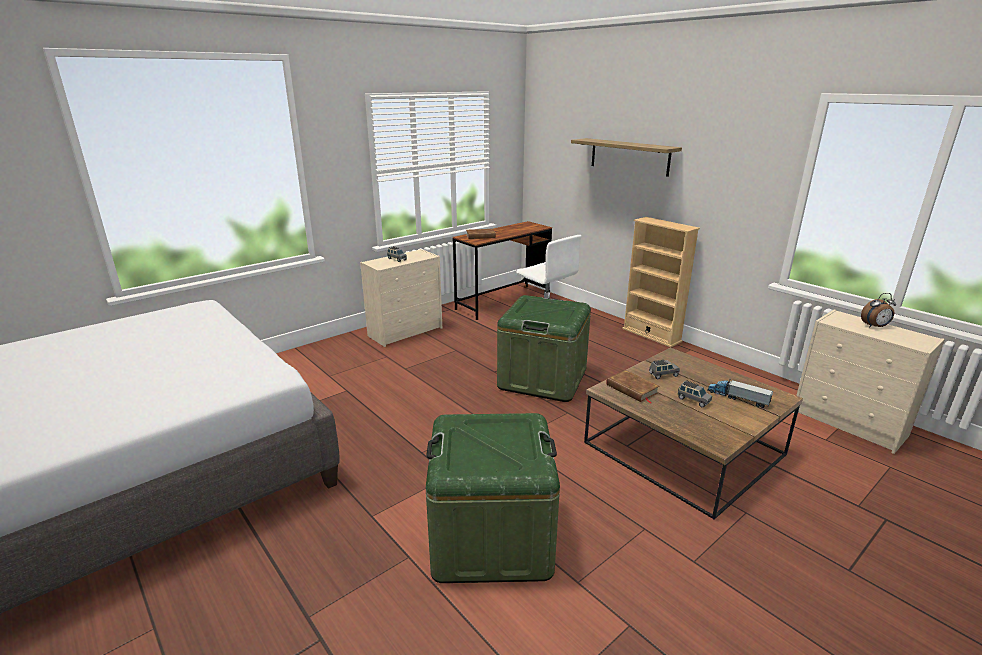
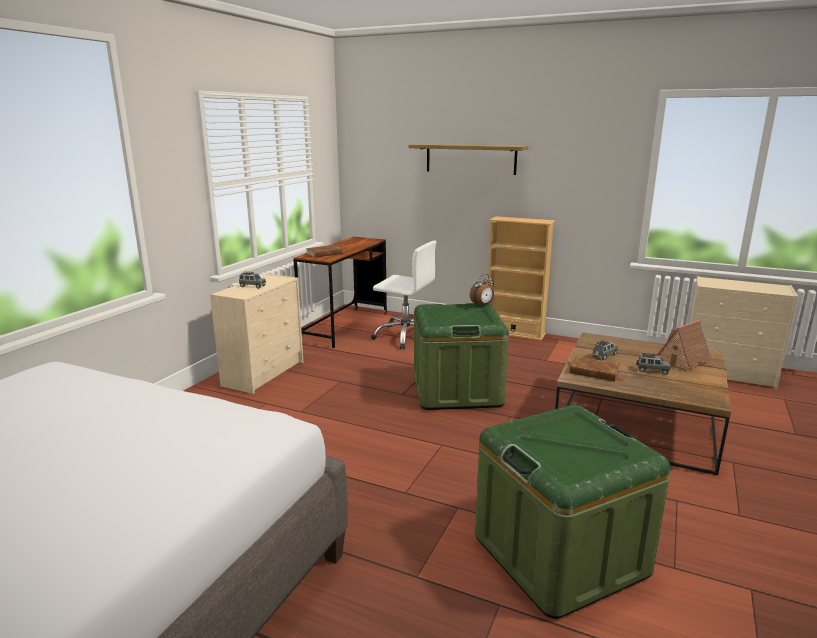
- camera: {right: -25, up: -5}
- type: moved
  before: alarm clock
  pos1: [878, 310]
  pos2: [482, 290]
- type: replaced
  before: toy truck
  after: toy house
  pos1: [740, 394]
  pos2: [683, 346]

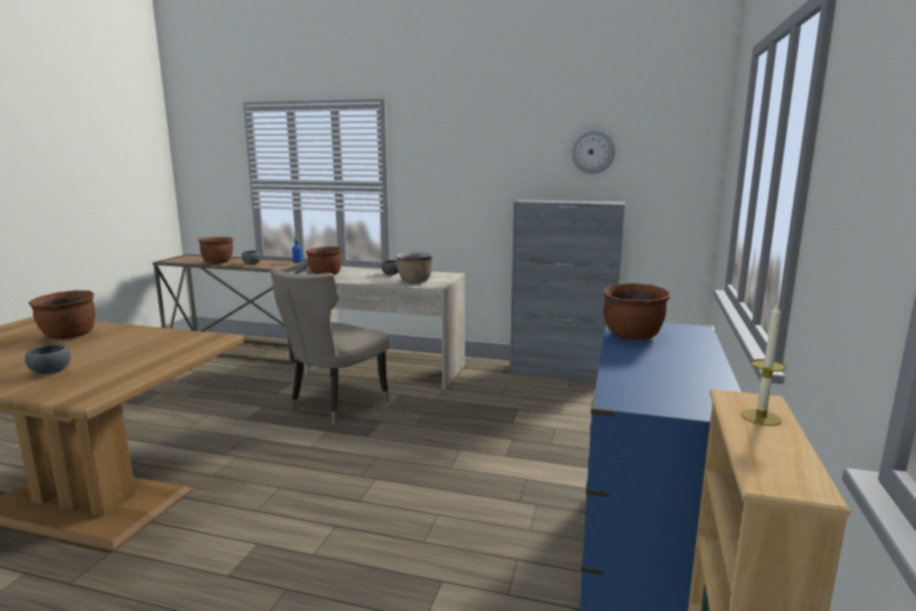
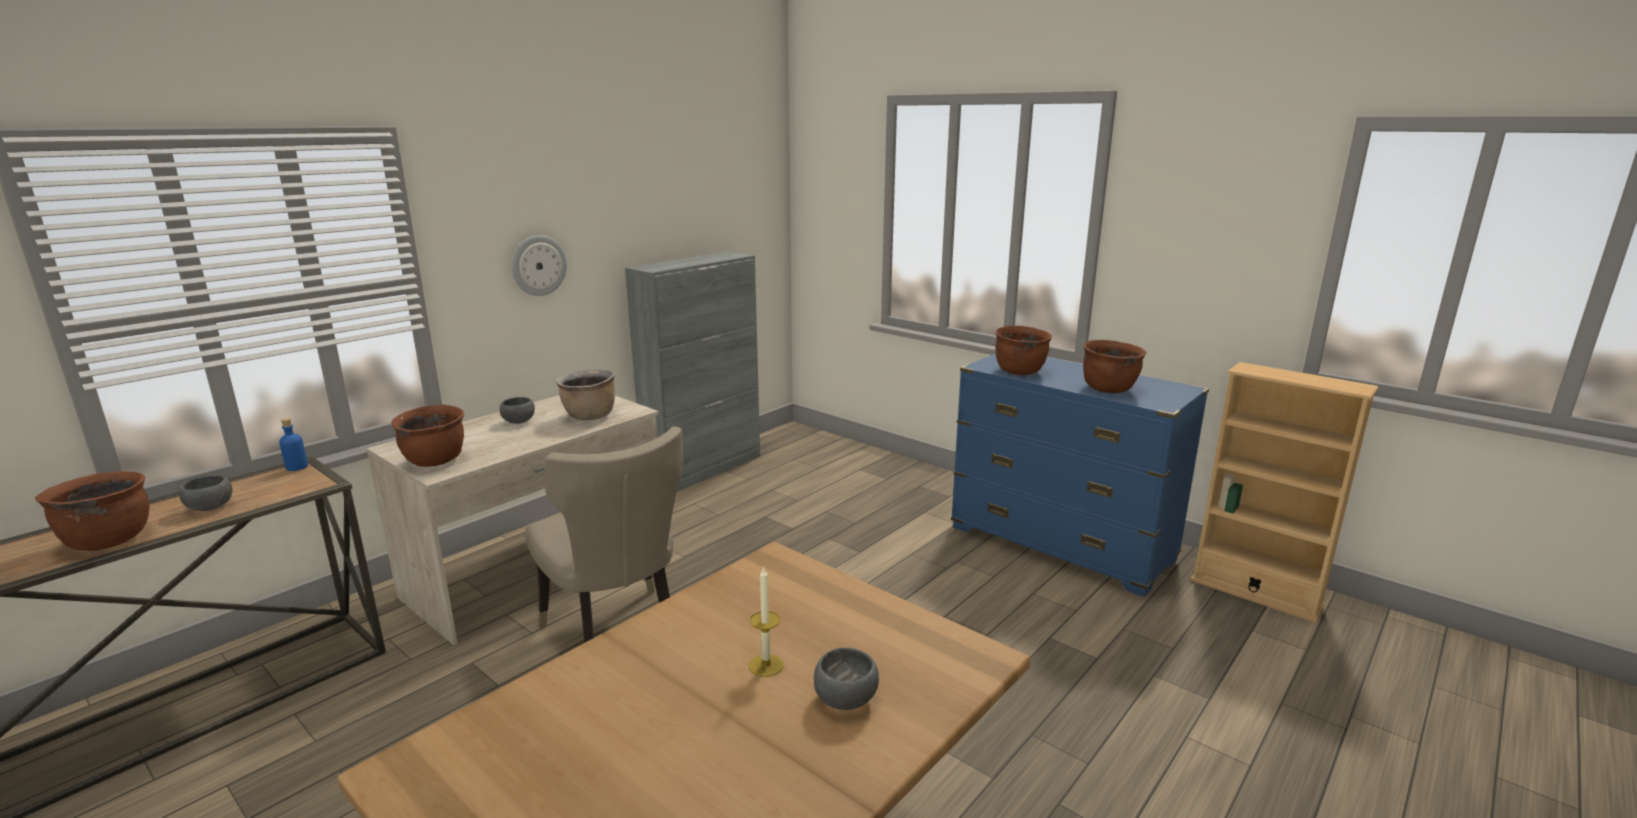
- camera: {right: -65, up: 5}
- type: moved
  before: wall clock
  pos1: [593, 152]
  pos2: [539, 265]
- type: moved
  before: candle
  pos1: [764, 364]
  pos2: [766, 621]
- type: moved
  before: cooking pot (brown)
  pos1: [61, 314]
  pos2: [1114, 366]

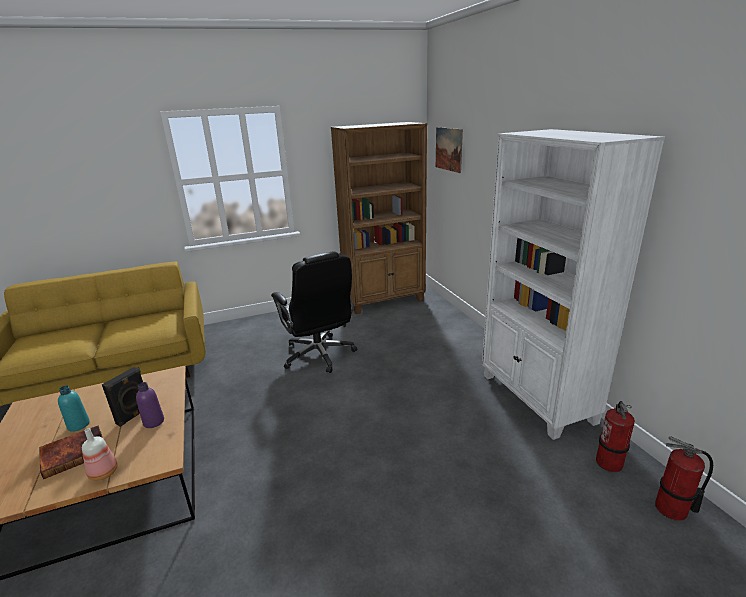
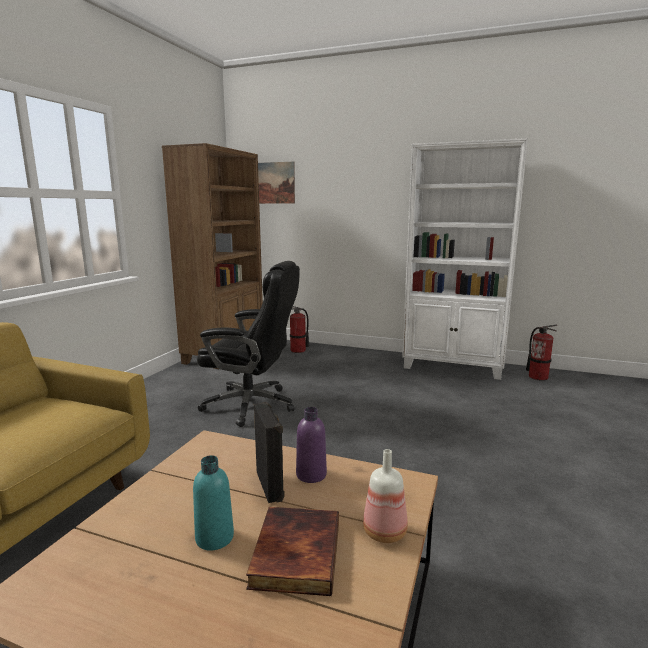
- camera: {right: -50, up: -10}
- type: moved
  before: fire extinguisher
  pos1: [684, 478]
  pos2: [299, 329]

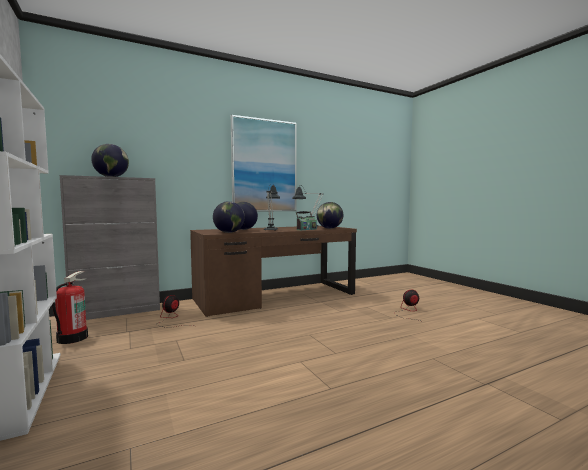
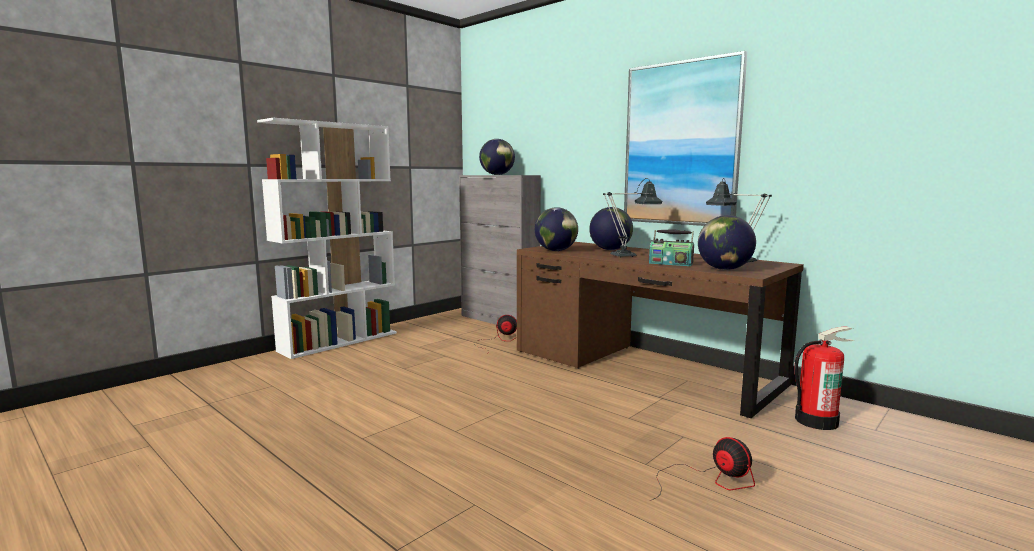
- camera: {right: 70, up: 5}
- type: moved
  before: fire extinguisher
  pos1: [70, 307]
  pos2: [824, 378]

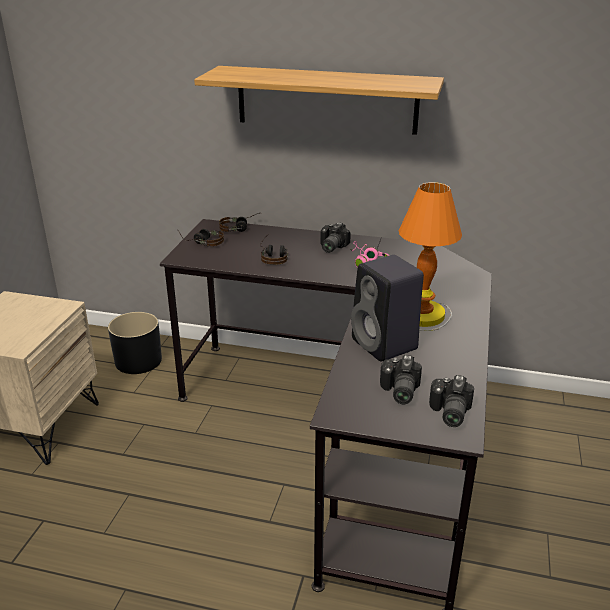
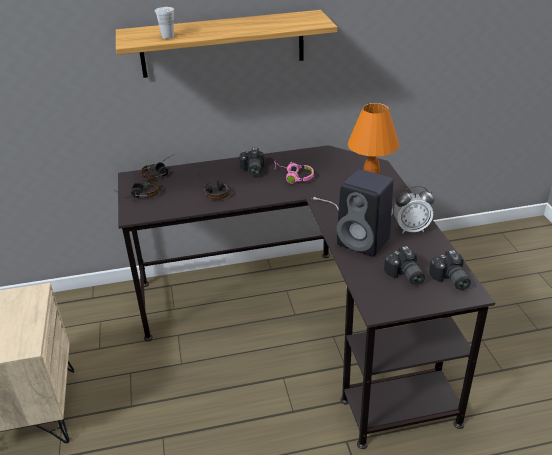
- camera: {right: -25, up: 5}
- type: added
  after: cup (white)
  pos2: [164, 23]
- type: added
  after: alarm clock
  pos2: [414, 210]
- type: removed
  before: planter (black)
  pos1: [135, 343]

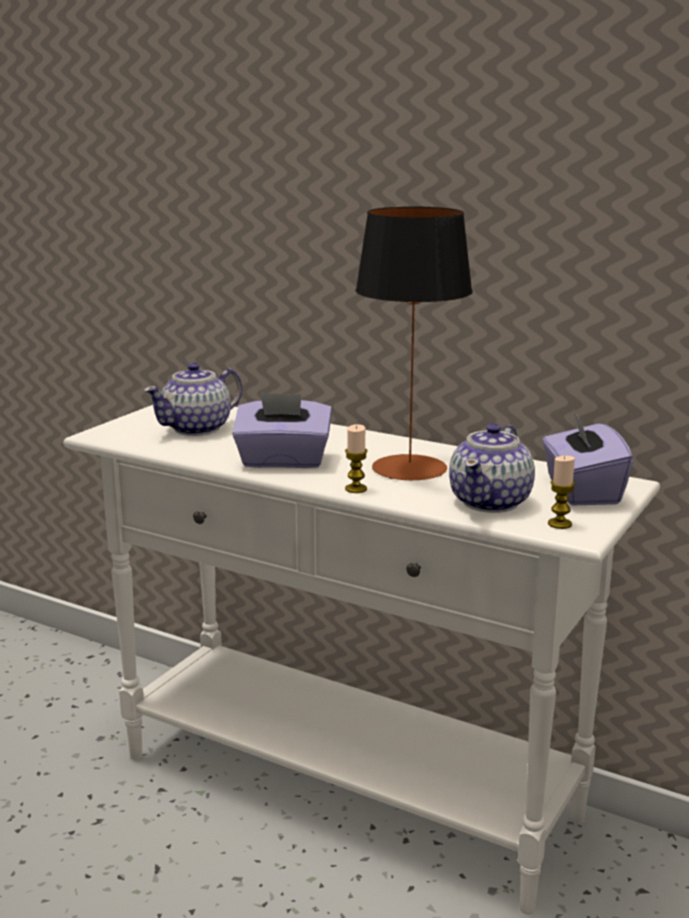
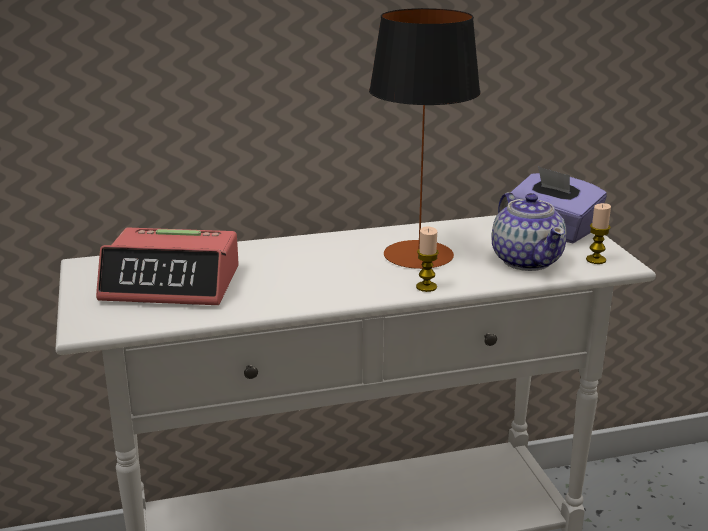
- camera: {right: -45, up: 5}
- type: replaced
  before: teapot
  after: alarm clock
  pos1: [193, 399]
  pos2: [167, 266]
- type: removed
  before: tissue box (purple)
  pos1: [282, 430]

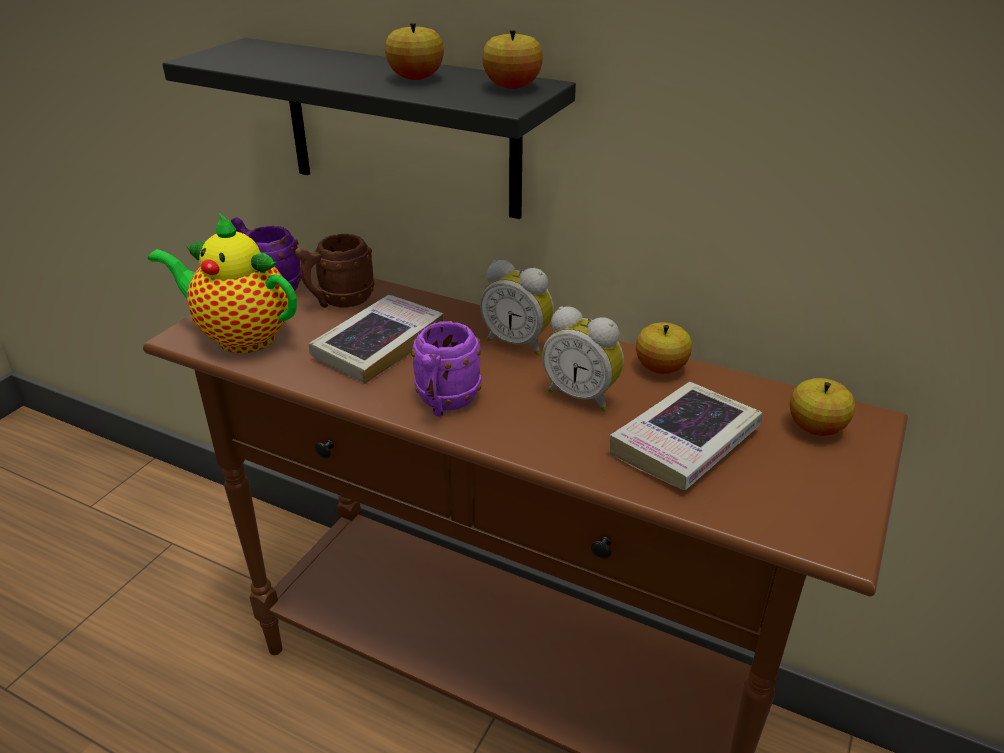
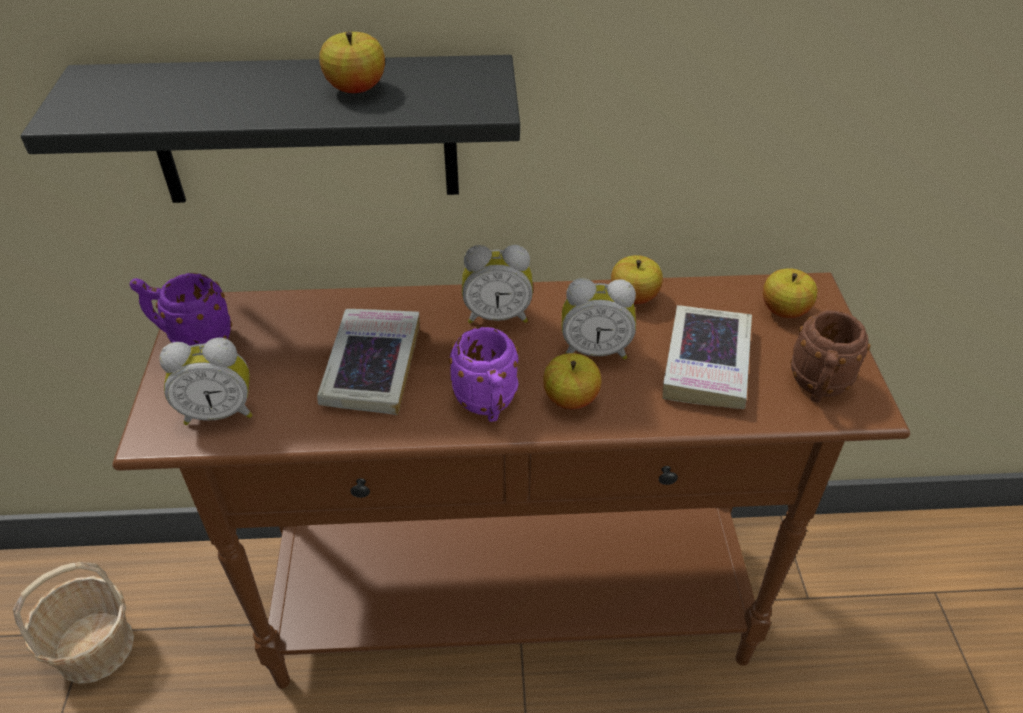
- camera: {right: -30, up: 10}
- type: added
  after: basket
  pos2: [73, 623]
- type: replaced
  before: teapot
  after: alarm clock
  pos1: [222, 283]
  pos2: [206, 381]
- type: moved
  before: apple
  pos1: [512, 59]
  pos2: [572, 381]
- type: moved
  before: mug (brown)
  pos1: [335, 271]
  pos2: [830, 356]

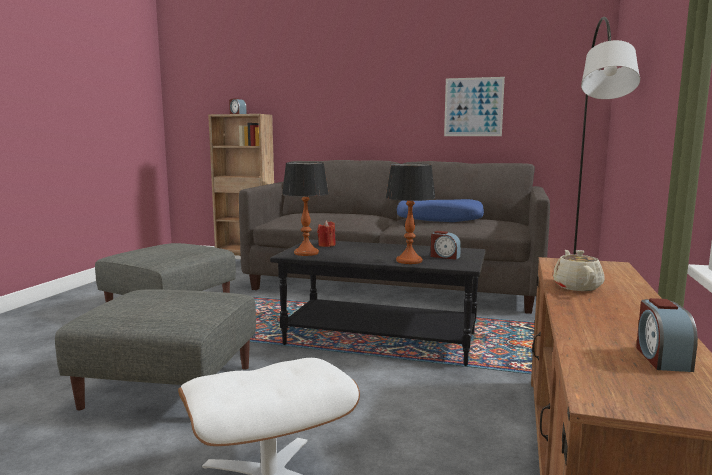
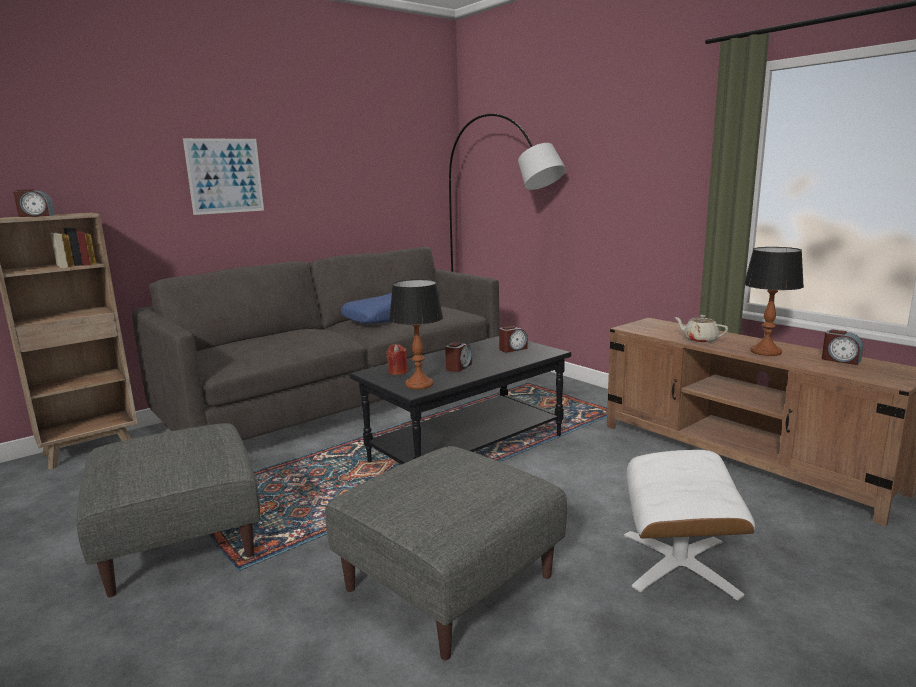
- camera: {right: -55, up: 5}
- type: moved
  before: picture
  pos1: [474, 106]
  pos2: [223, 176]
- type: added
  after: alarm clock
  pos2: [458, 357]
- type: moved
  before: table lamp
  pos1: [410, 214]
  pos2: [774, 301]

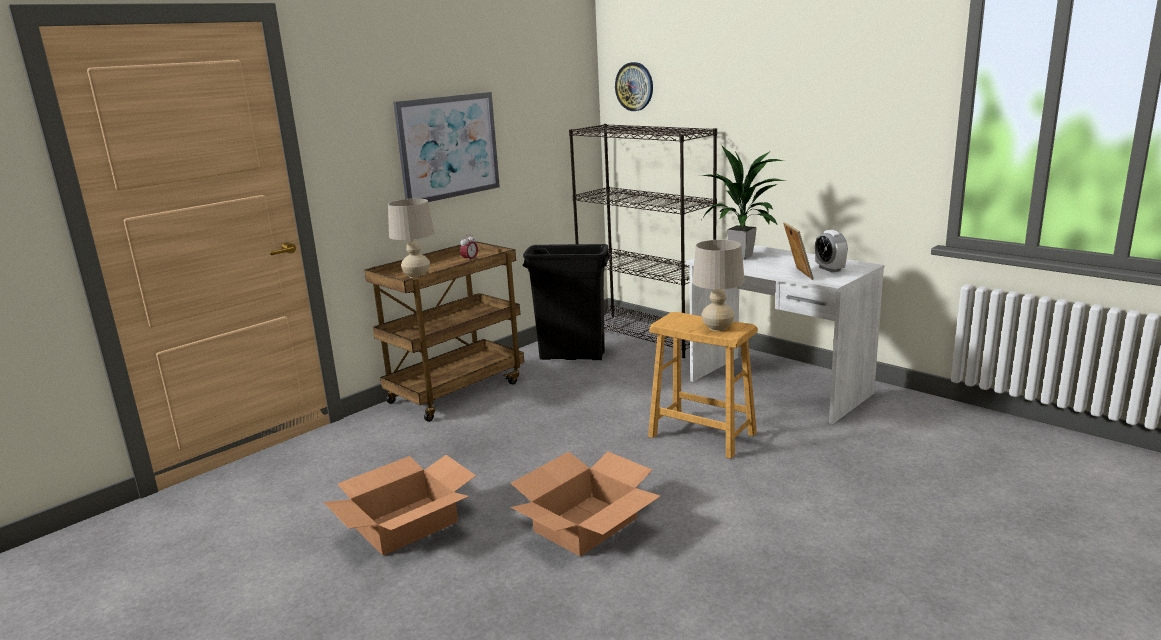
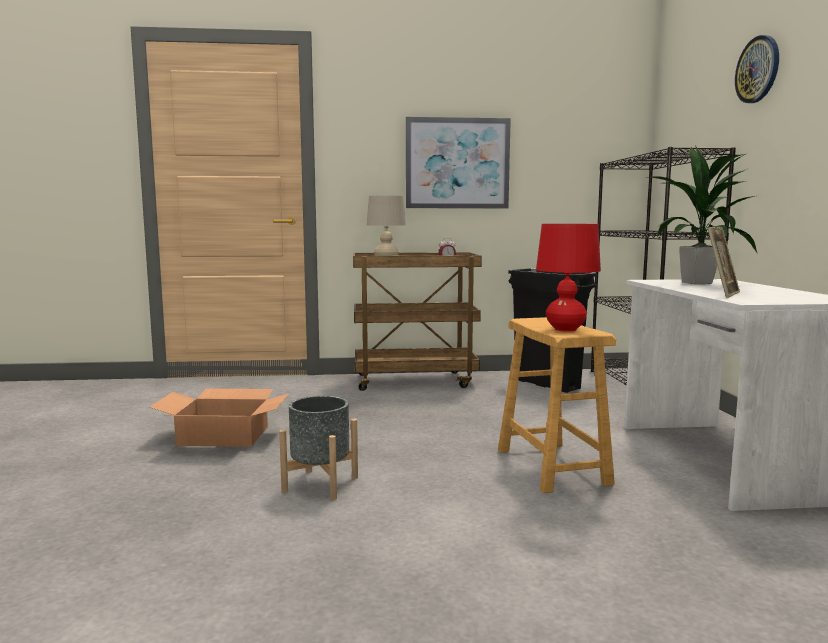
- camera: {right: 40, up: -10}
- type: replaced
  before: cardboard box
  after: planter (grey)
  pos1: [585, 504]
  pos2: [318, 448]
- type: recoloured
  before: table lamp (beige)
  after: table lamp (red)
  pos1: [718, 285]
  pos2: [568, 278]
- type: moved
  before: wall clock
  pos1: [634, 86]
  pos2: [757, 69]
- type: removed
  before: alarm clock
  pos1: [831, 251]

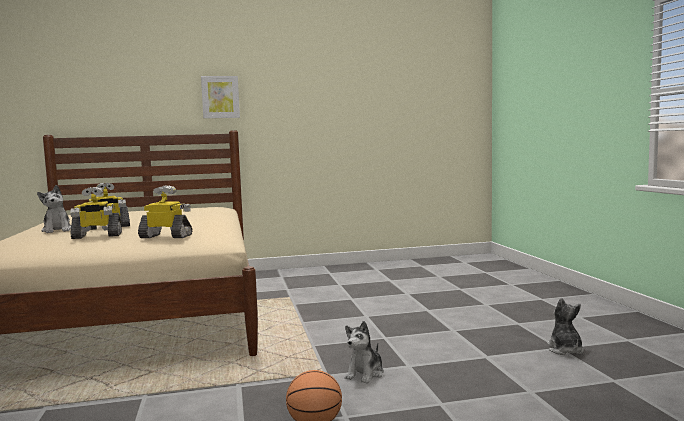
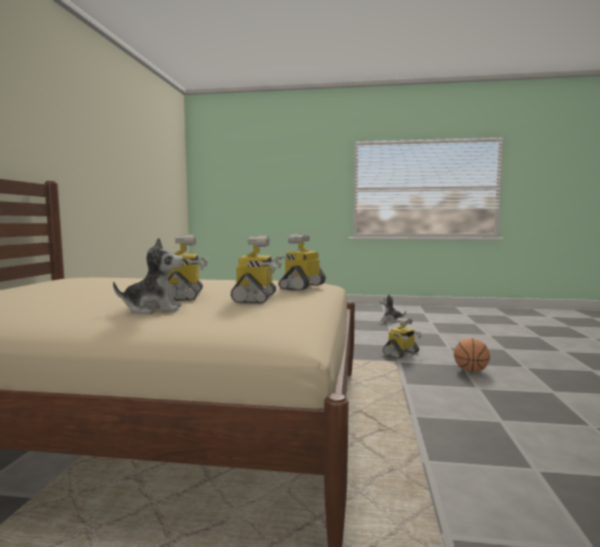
- camera: {right: -70, up: 0}
- type: replaced
  before: plush toy
  after: toy robot
  pos1: [364, 352]
  pos2: [402, 338]
- type: removed
  before: picture
  pos1: [220, 97]

